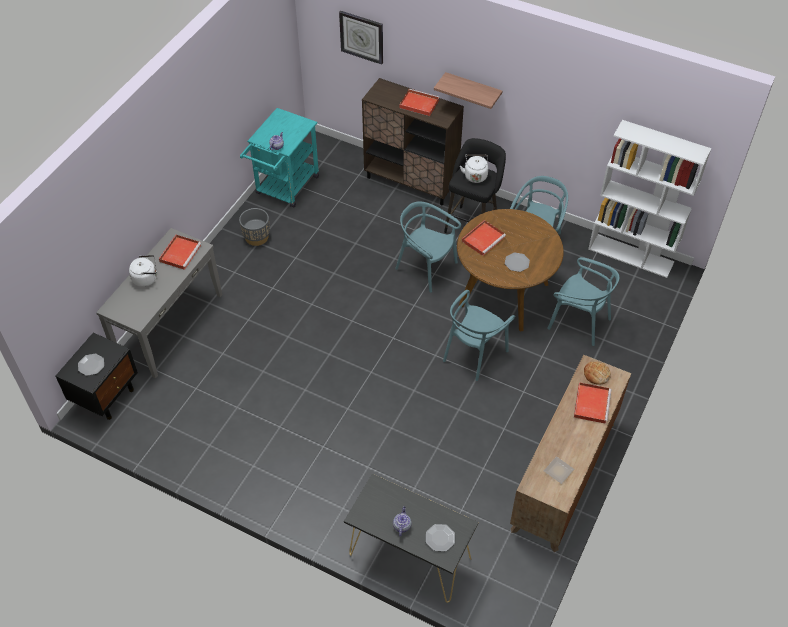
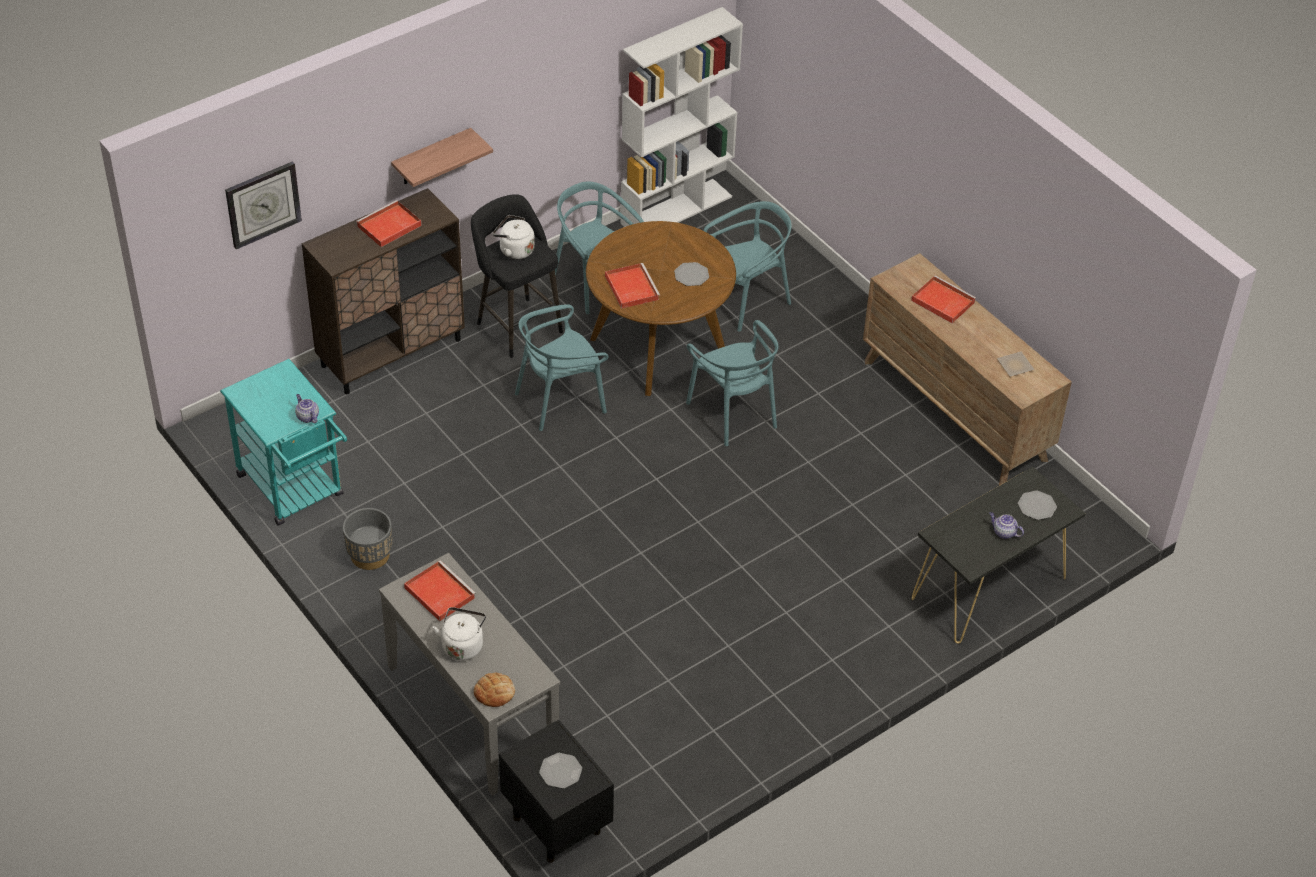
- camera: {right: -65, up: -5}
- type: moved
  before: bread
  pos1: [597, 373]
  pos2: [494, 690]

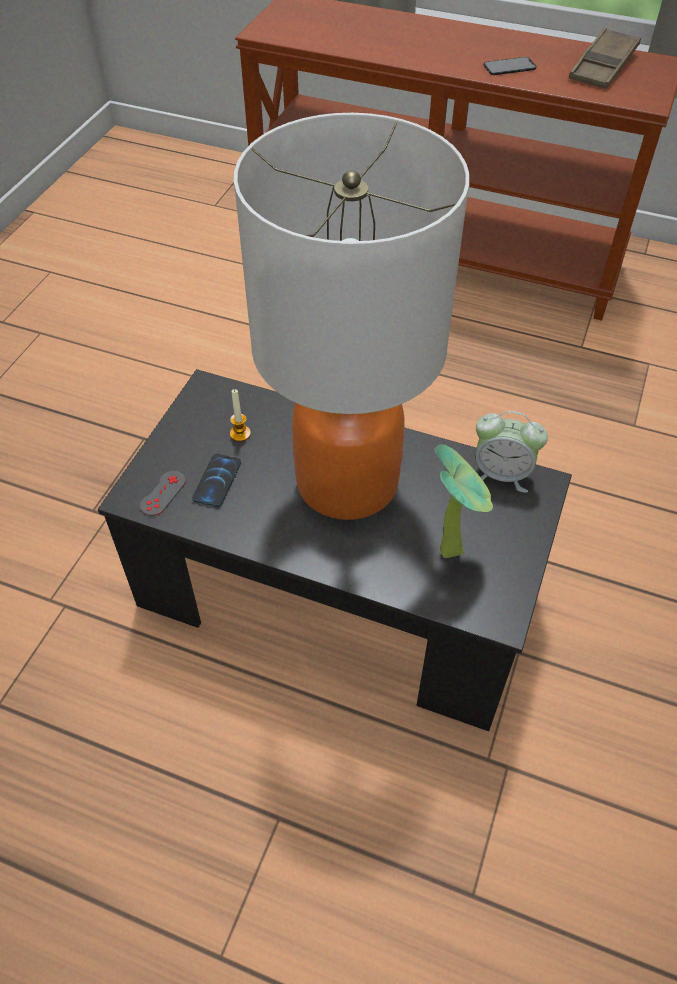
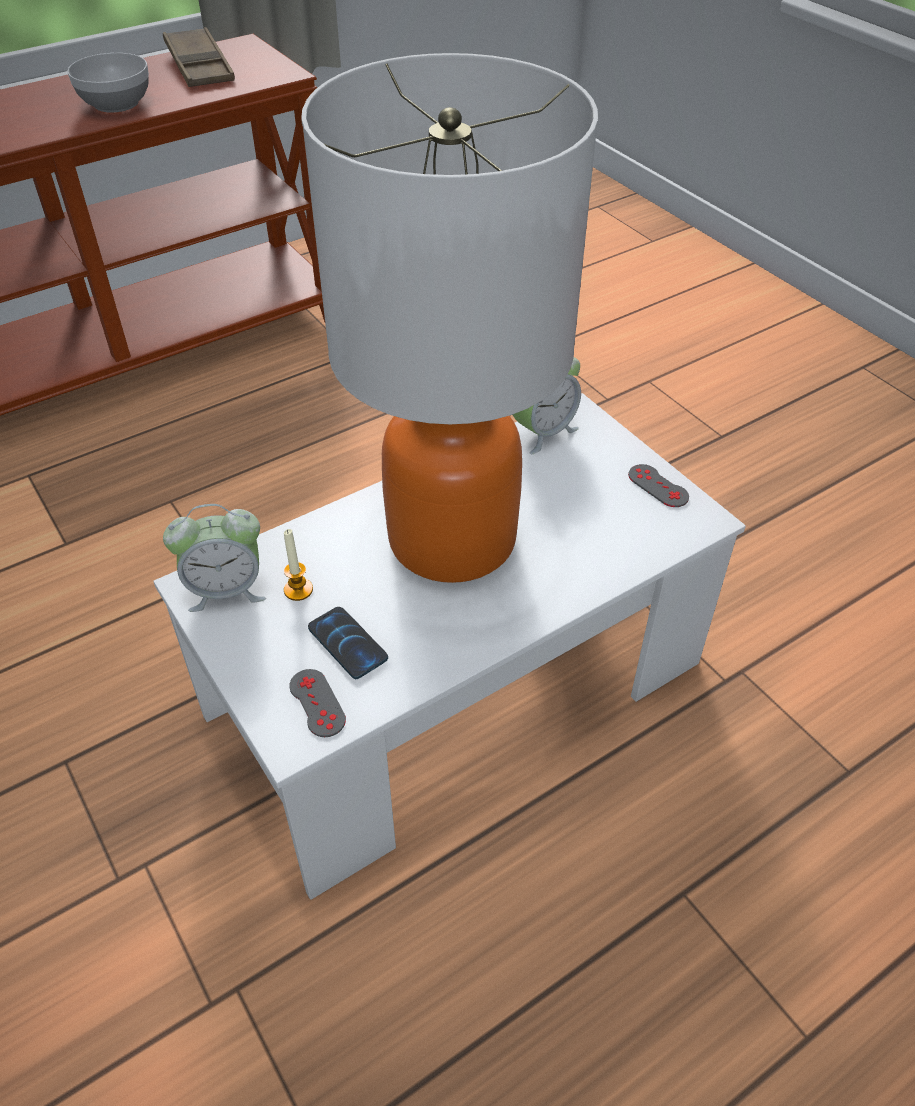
- camera: {right: -55, up: -5}
- type: replaced
  before: phone
  after: bowl
  pos1: [510, 66]
  pos2: [108, 83]
- type: recoloured
  before: coffee table (black)
  after: coffee table (white)
  pos1: [335, 550]
  pos2: [449, 646]
- type: added
  after: alarm clock
  pos2: [214, 558]
- type: added
  after: game controller (grey)
  pos2: [658, 485]
- type: removed
  before: potted plant
  pos1: [463, 501]

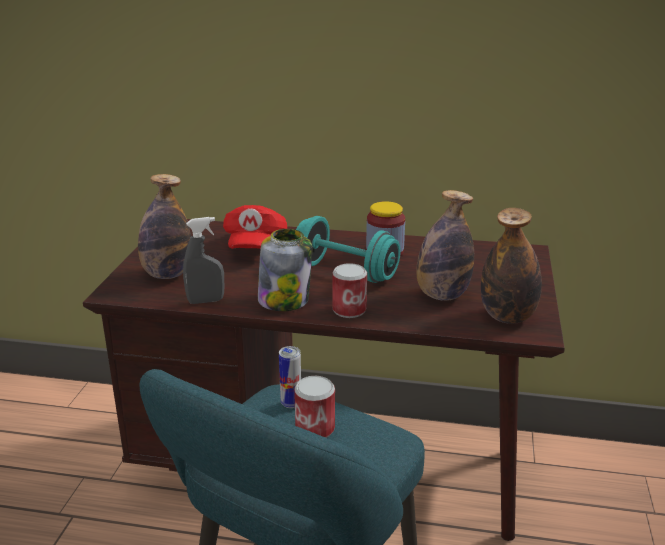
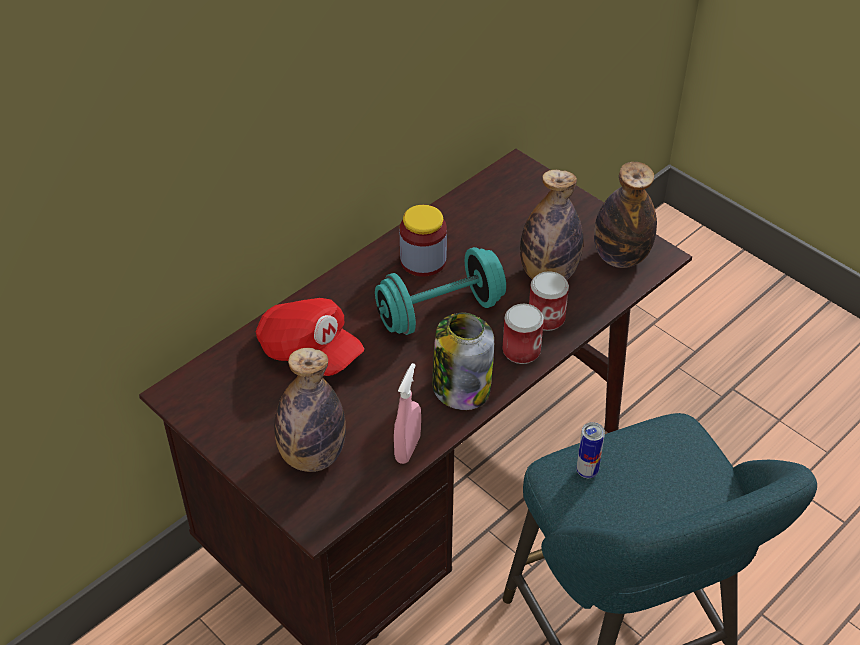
- camera: {right: -55, up: 20}
- type: recoloured
  before: spray bottle (grey)
  after: spray bottle (pink)
  pos1: [203, 260]
  pos2: [407, 413]
- type: moved
  before: can
  pos1: [314, 407]
  pos2: [549, 301]

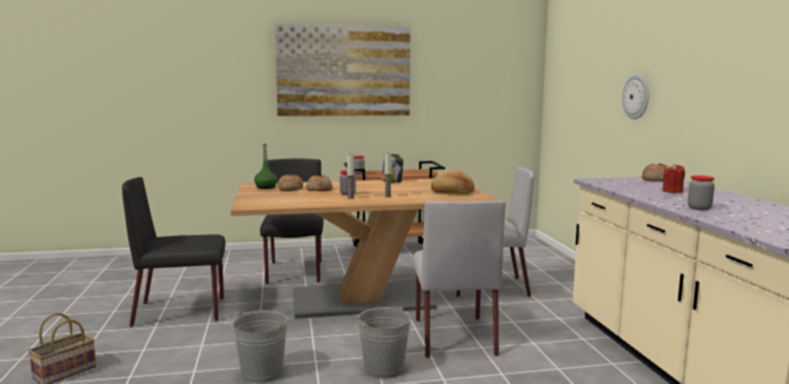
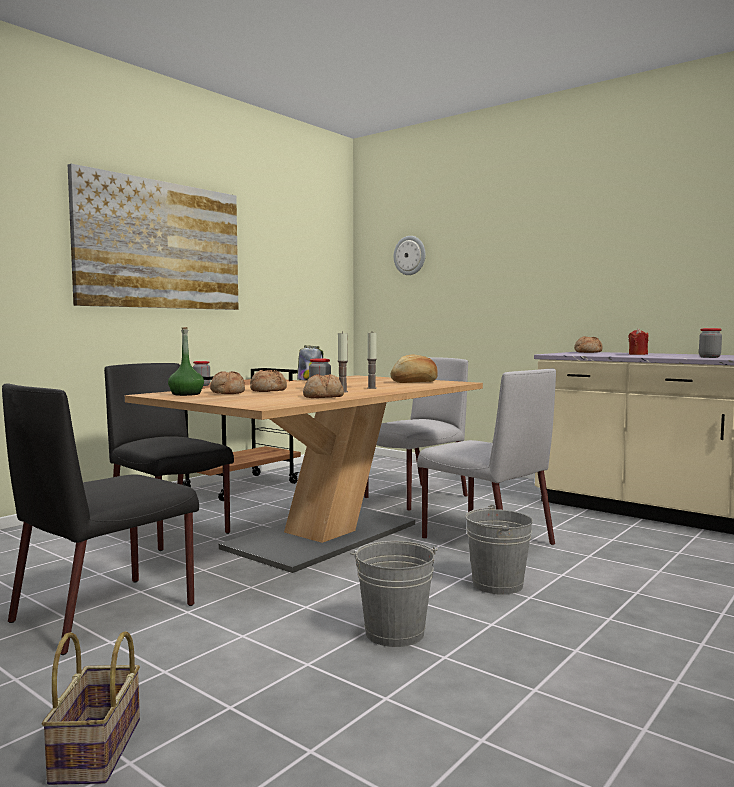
- camera: {right: -40, up: -5}
- type: added
  after: bread
  pos2: [323, 386]
- type: moved
  before: wall clock
  pos1: [635, 97]
  pos2: [409, 255]

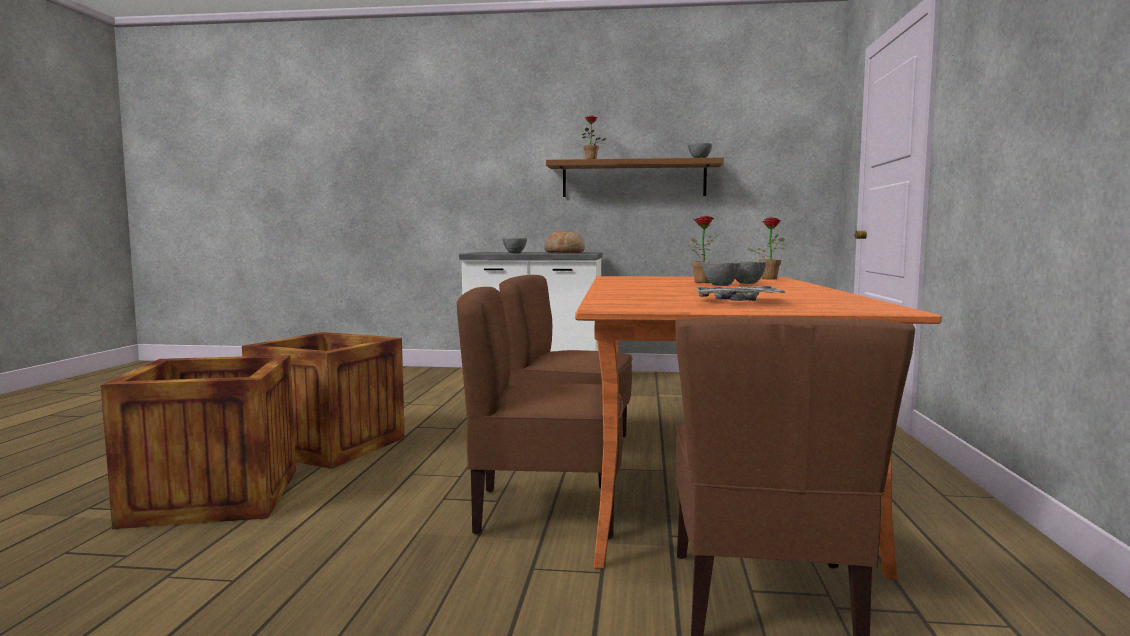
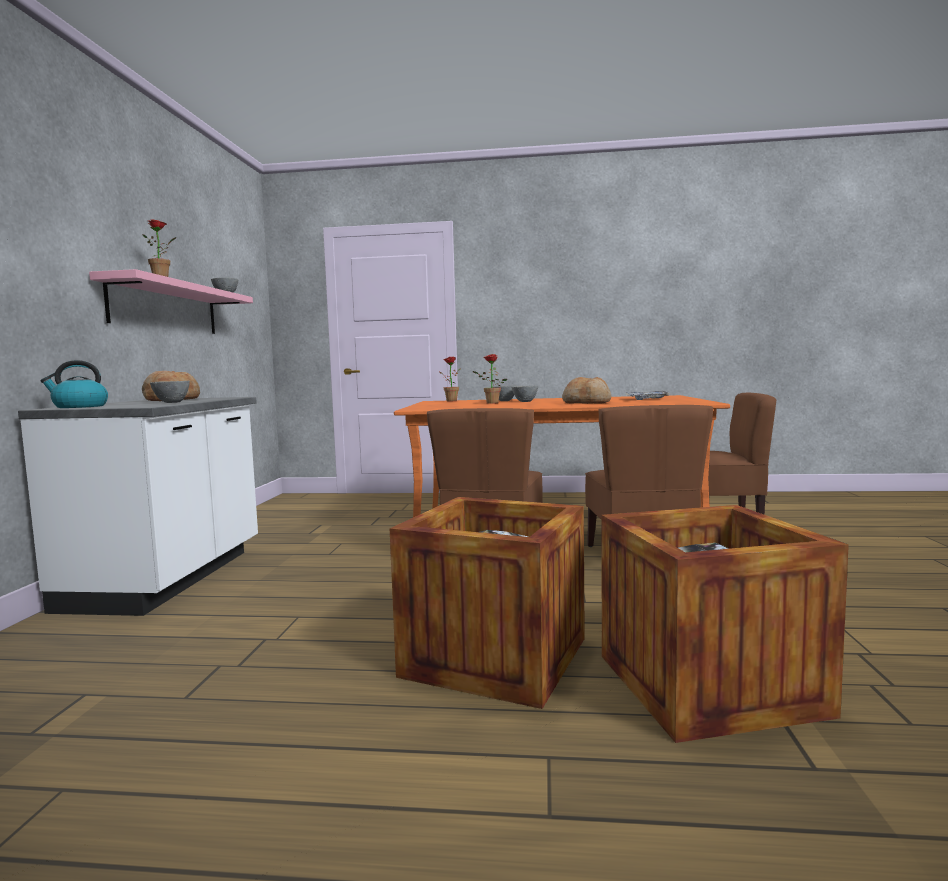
- camera: {right: -90, up: 0}
- type: added
  after: kettle
  pos2: [74, 384]
- type: recoloured
  before: shelf (brown)
  after: shelf (pink)
  pos1: [635, 177]
  pos2: [171, 301]
- type: added
  after: bread
  pos2: [586, 390]

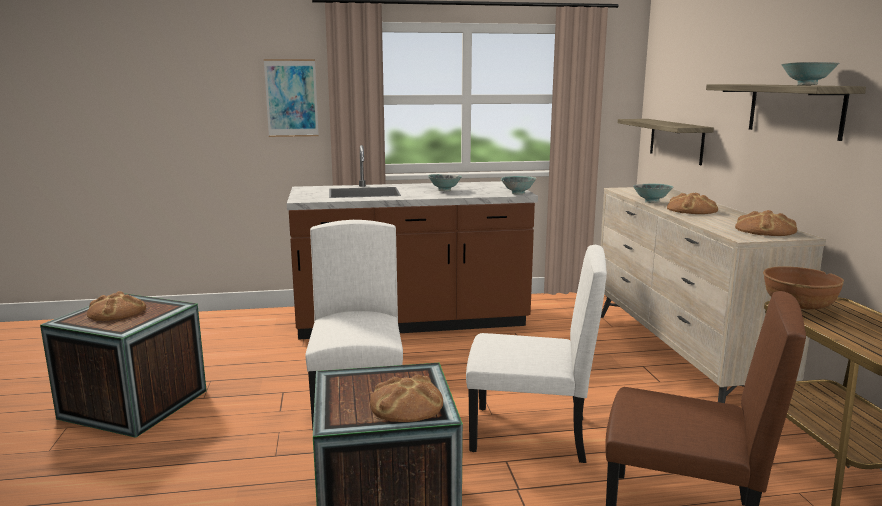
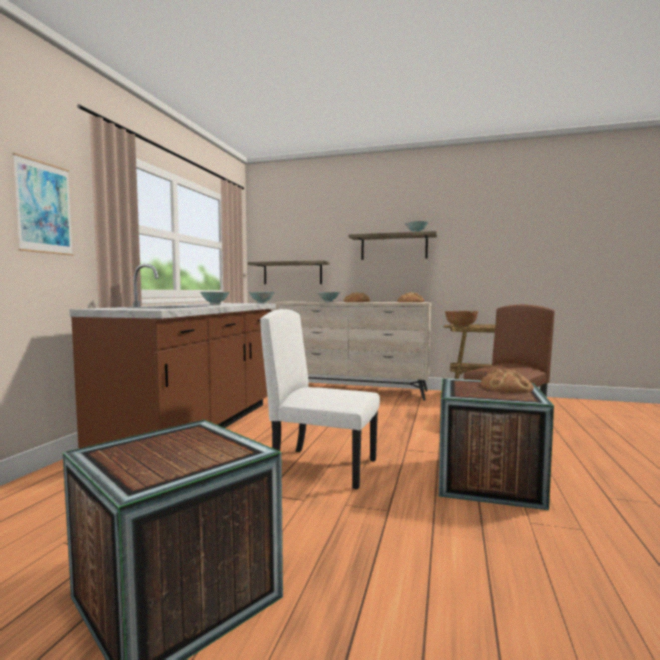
- camera: {right: -65, up: -10}
- type: removed
  before: bread
  pos1: [116, 306]
- type: removed
  before: chair (white)
  pos1: [536, 354]

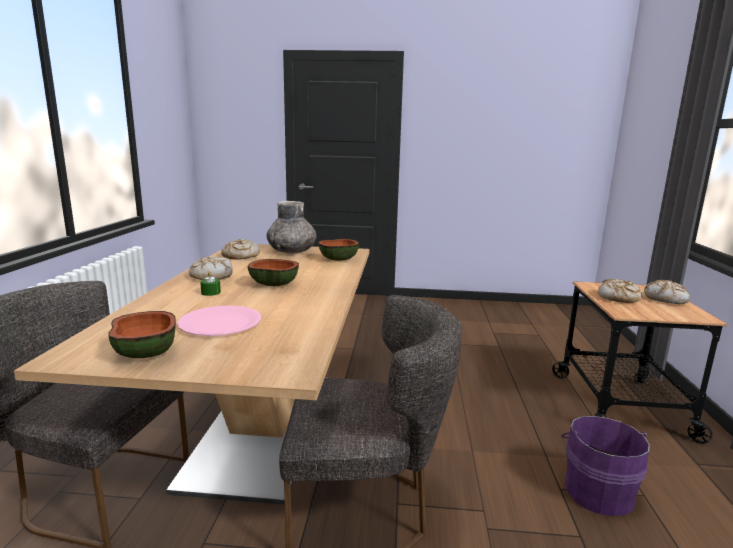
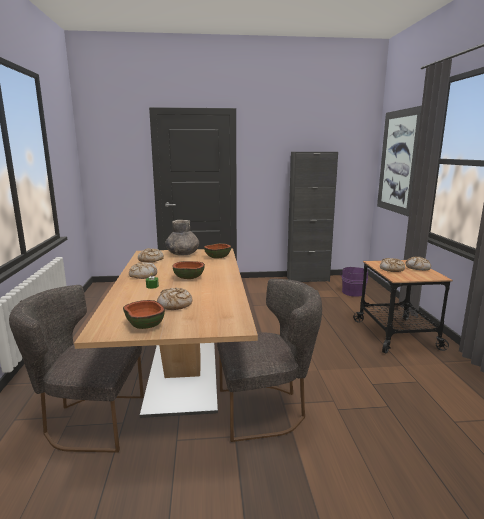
- camera: {right: -10, up: 0}
- type: replaced
  before: plate (pink)
  after: bread
  pos1: [219, 320]
  pos2: [175, 299]
- type: added
  after: cabinet (black)
  pos2: [312, 217]
- type: moved
  before: bucket (purple)
  pos1: [606, 466]
  pos2: [354, 282]
- type: added
  after: picture
  pos2: [399, 161]

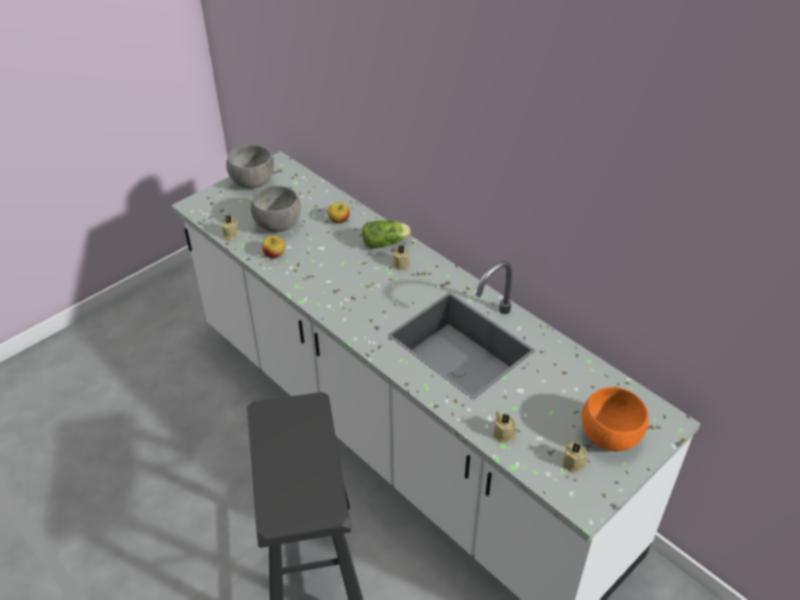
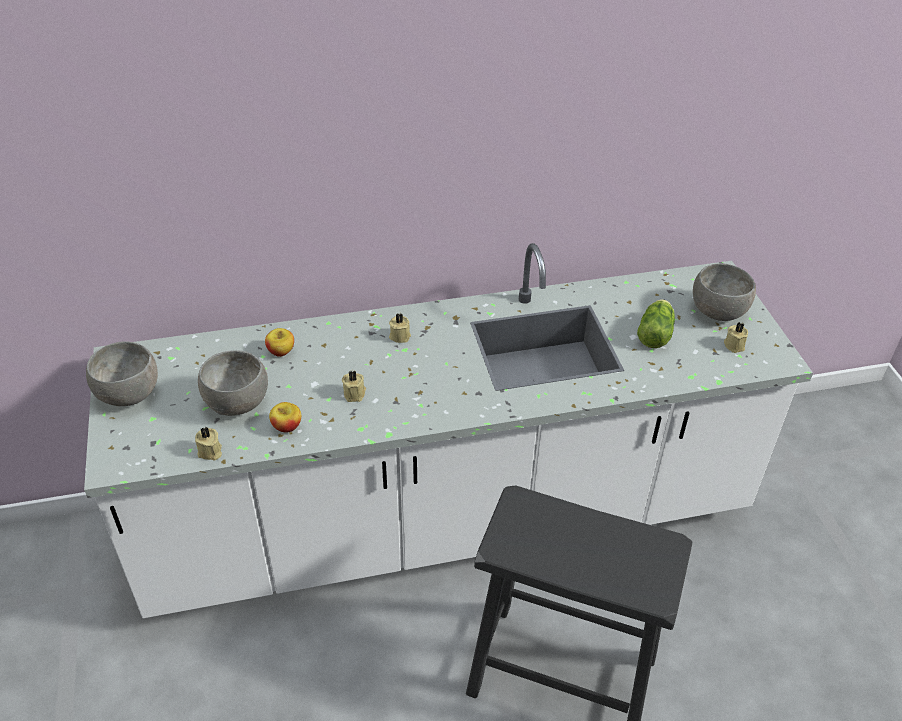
- camera: {right: -60, up: 0}
- type: moved
  before: candle (beige)
  pos1: [505, 428]
  pos2: [354, 386]
- type: moved
  before: lettuce
  pos1: [386, 234]
  pos2: [656, 323]
- type: recoloured
  before: bowl (orange)
  after: bowl (grey)
  pos1: [615, 419]
  pos2: [724, 292]

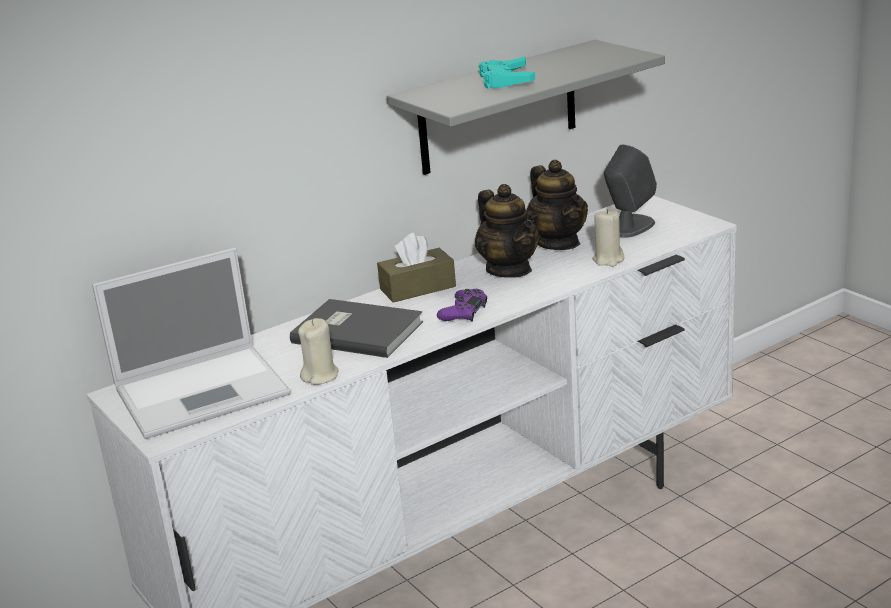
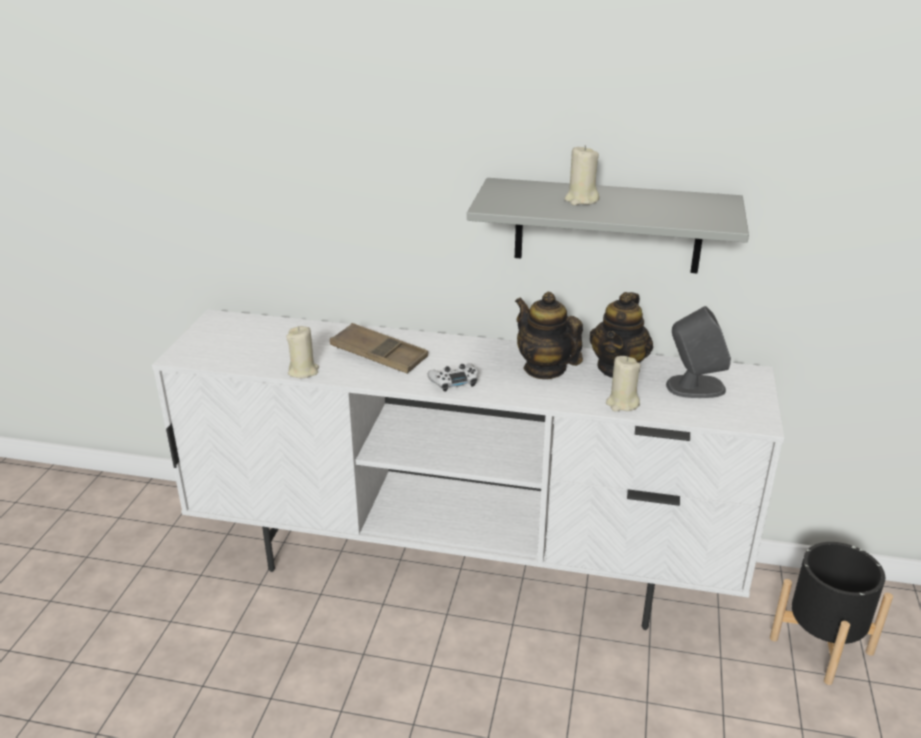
- camera: {right: 45, up: 5}
- type: replaced
  before: book (grey)
  after: tray (brown)
  pos1: [356, 328]
  pos2: [379, 348]
- type: recoloured
  before: game controller (purple)
  after: game controller (white)
  pos1: [462, 305]
  pos2: [452, 377]
- type: turned
  before: teapot
  pos1: [507, 231]
  pos2: [549, 335]
  turn: 120
- type: replaced
  before: game controller (turquoise)
  after: candle (beige)
  pos1: [507, 72]
  pos2: [581, 175]
- type: added
  after: planter (black)
  pos2: [831, 613]
- type: removed
  before: laptop
  pos1: [191, 343]
- type: removed
  before: tissue box (brown)
  pos1: [416, 268]

